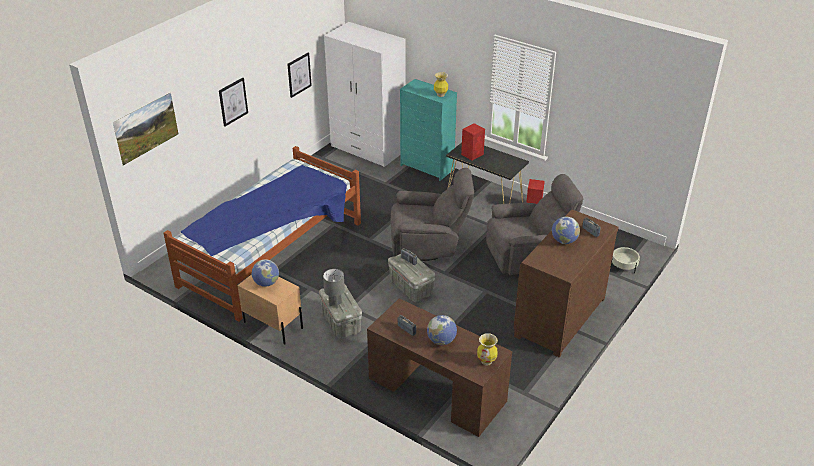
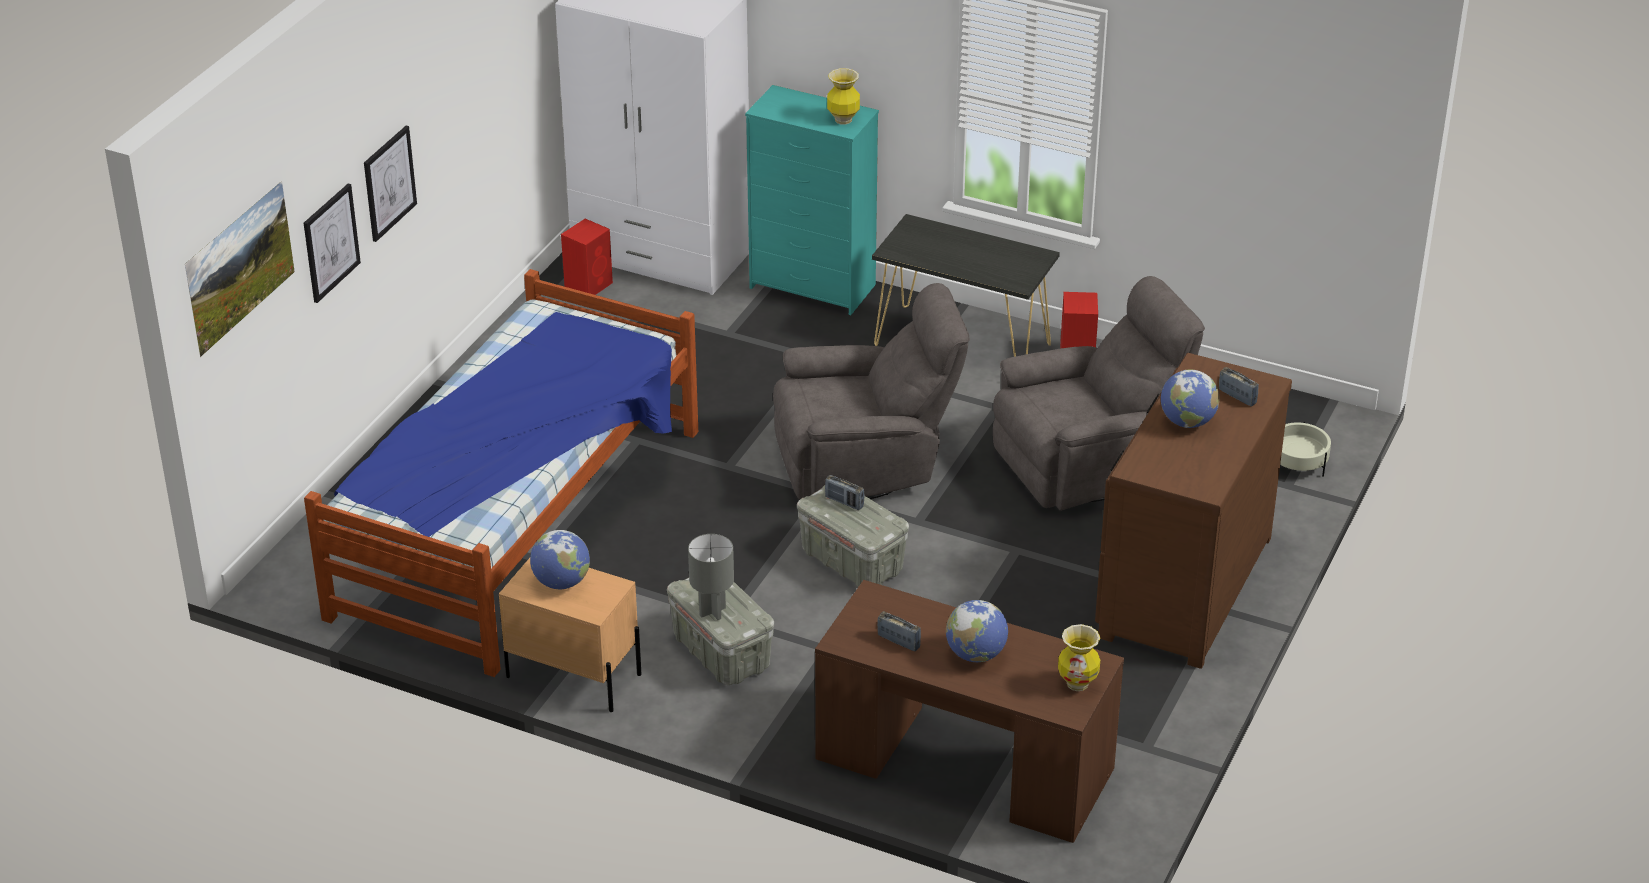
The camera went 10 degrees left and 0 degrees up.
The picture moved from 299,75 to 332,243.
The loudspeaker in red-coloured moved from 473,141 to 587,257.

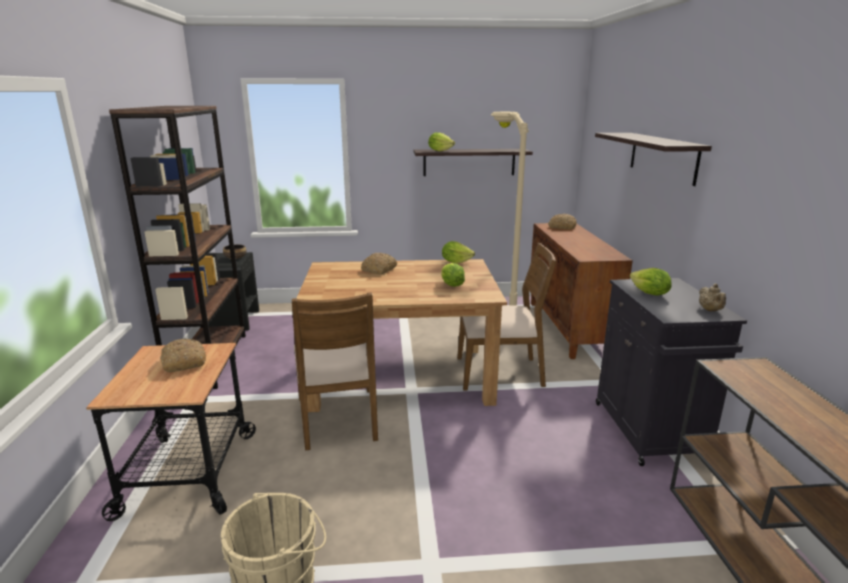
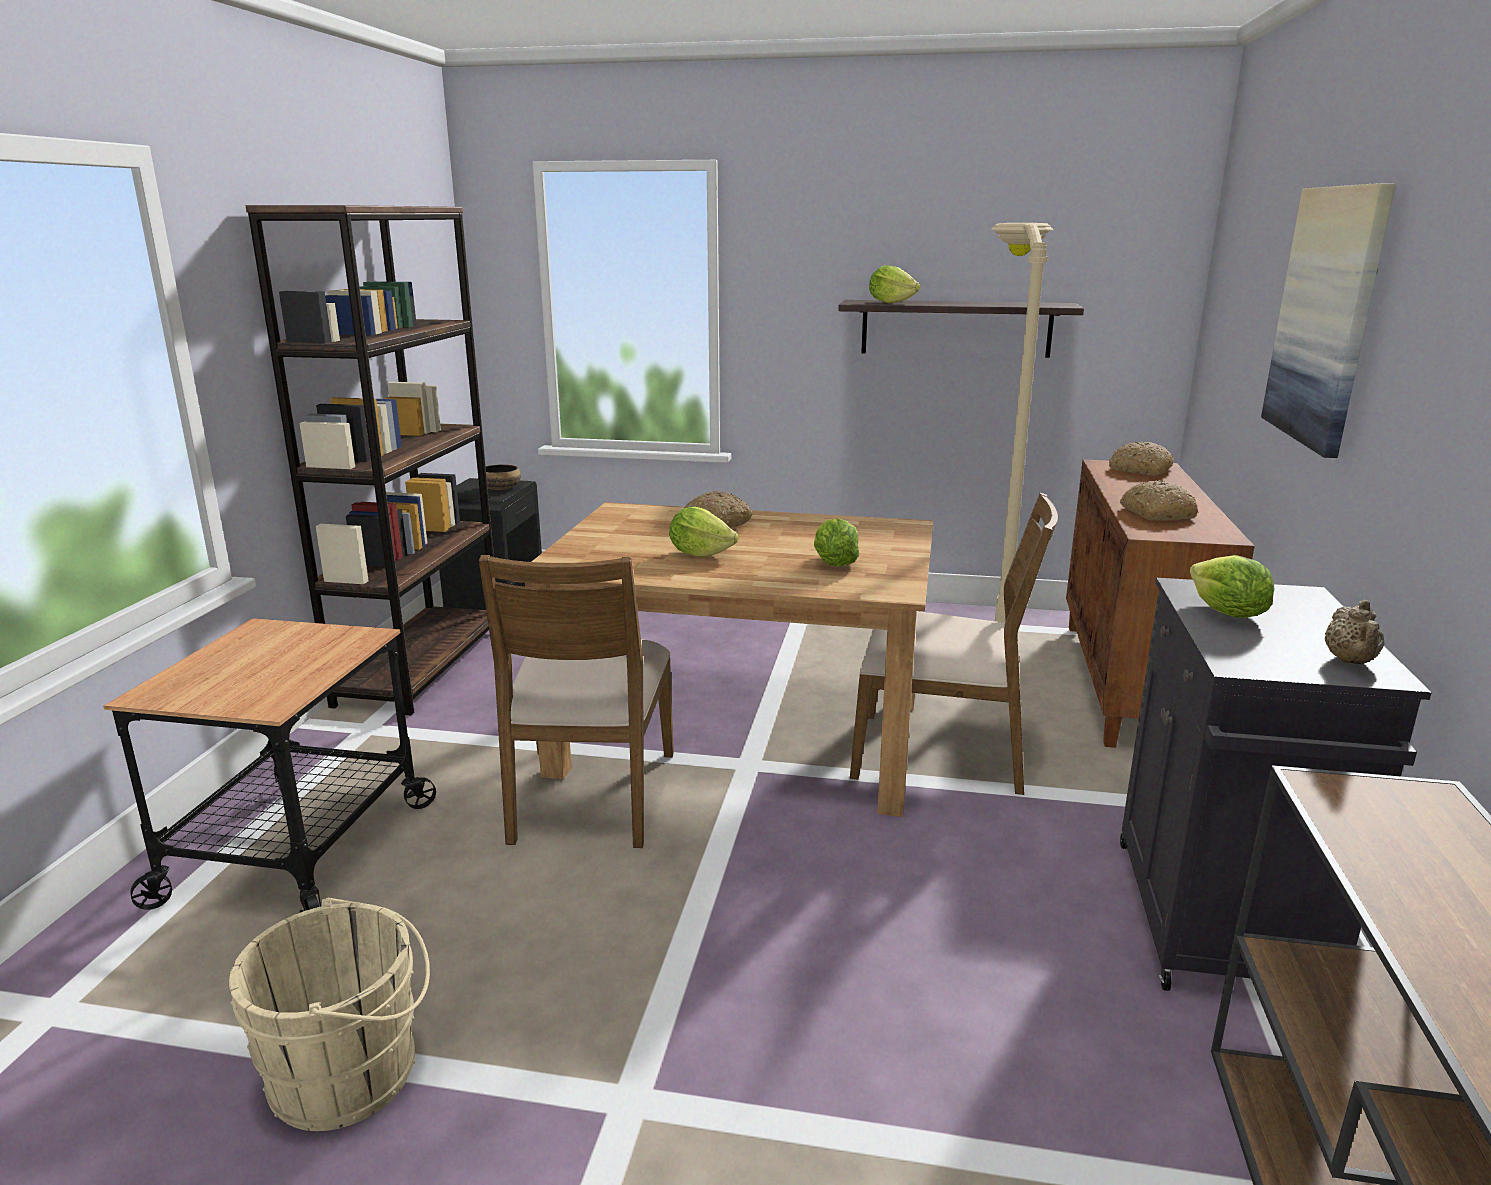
The camera went 15 degrees right and 0 degrees up.
The lettuce head moved from 458,252 to 704,532.
The bread moved from 183,355 to 1159,500.
The bracket shelf at 653,159 was replaced by the picture at 1328,320.

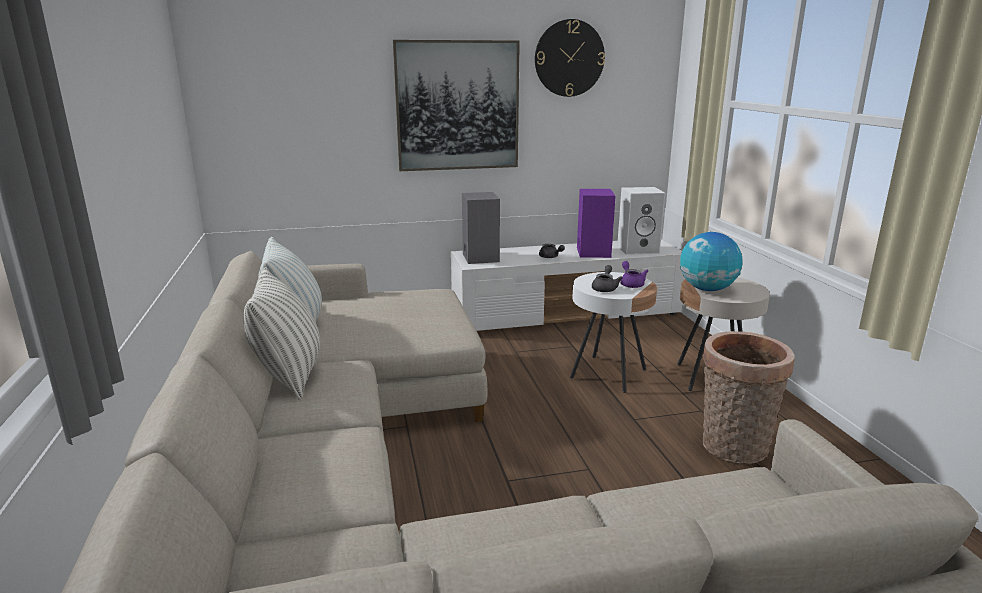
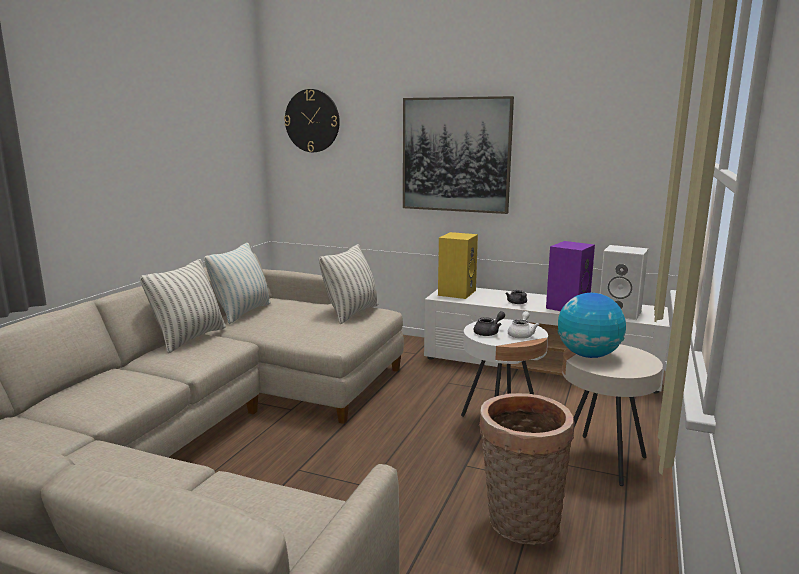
The camera went 35 degrees right and 5 degrees down.
The clock on the wall moved from 570,58 to 312,120.
The pillow at 348,284 appeared.
The loudspeaker in gray at 481,228 became the loudspeaker in yellow at 458,265.
The tea pot in purple at 634,274 became the tea pot in whitish at 523,325.

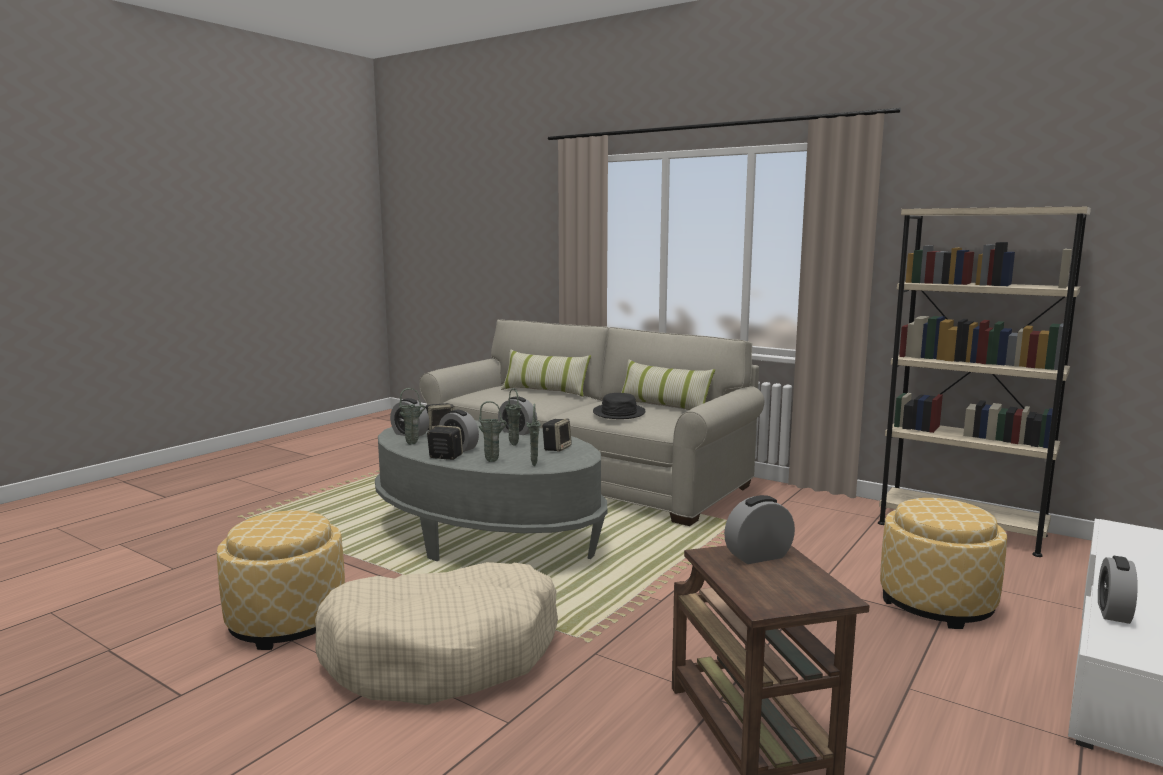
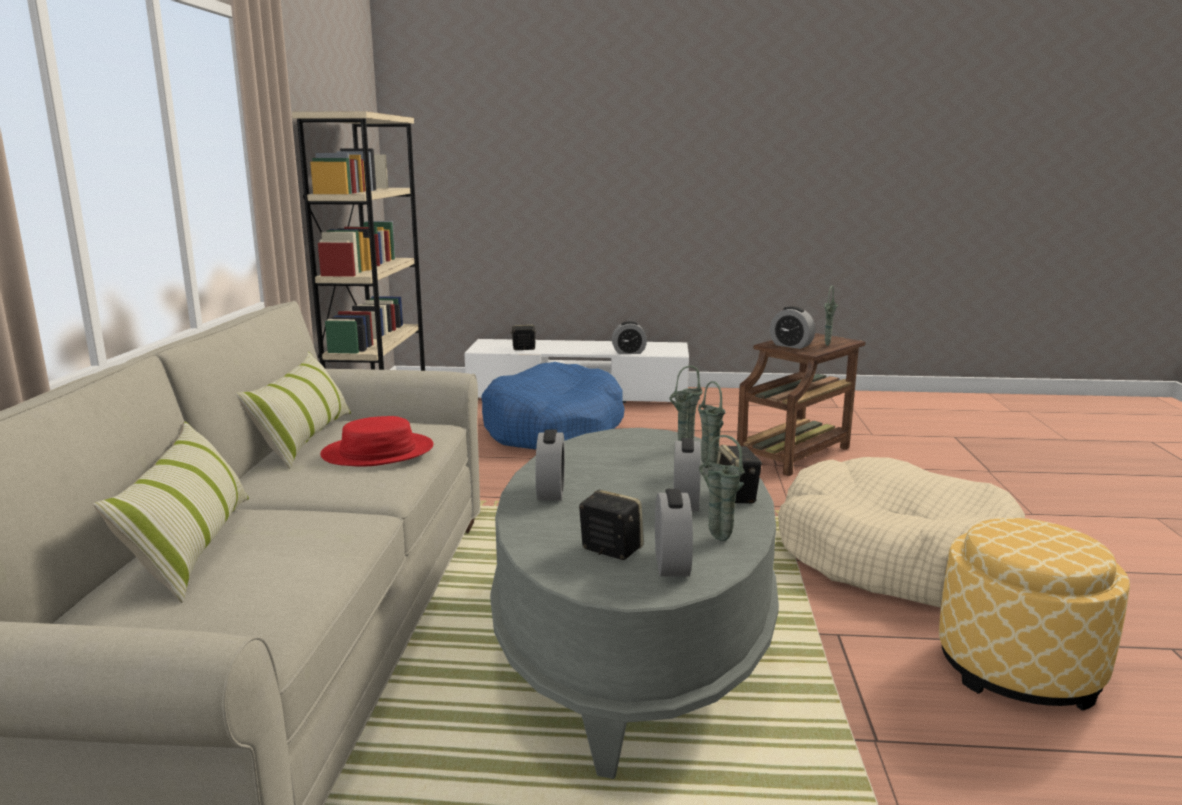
The camera went 120 degrees left and 5 degrees up.
The hat in blackish at 619,406 became the hat in red-coloured at 376,441.
The pouffe at 943,563 was replaced by the pet bed in blue-coloured at 553,405.
The loudspeaker moved from 557,435 to 523,337.
The flower vase in green moved from 513,417 to 831,316.

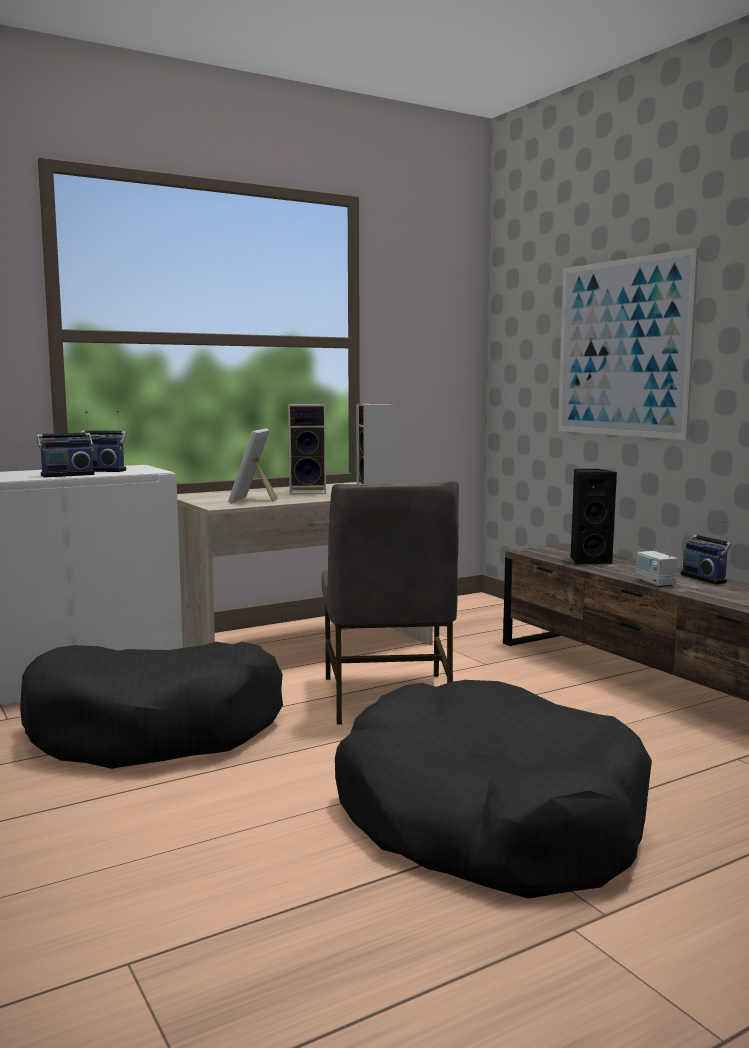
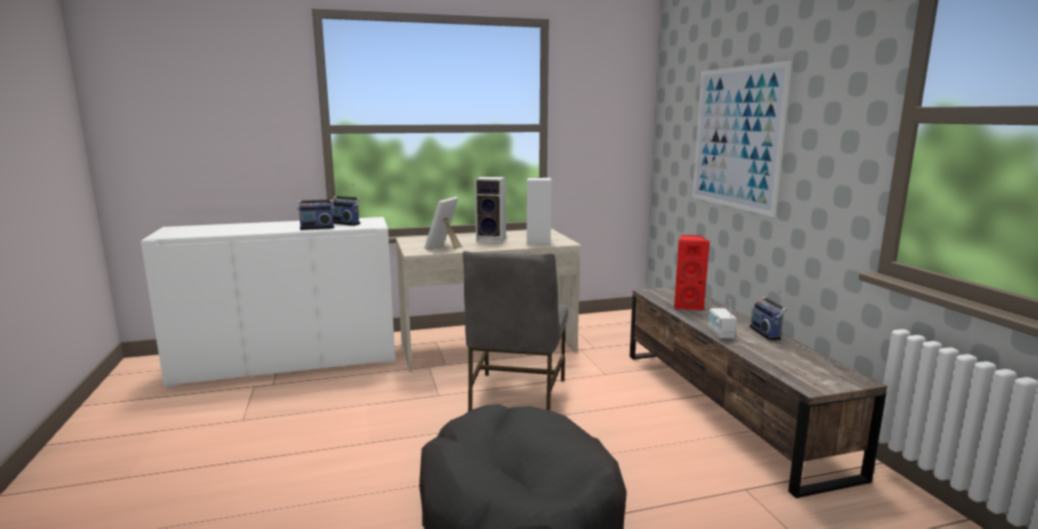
The camera went 15 degrees right and 5 degrees up.
The loudspeaker in blackish at 594,516 became the loudspeaker in red-coloured at 692,273.
The pet bed in blackish at 151,705 disappeared.

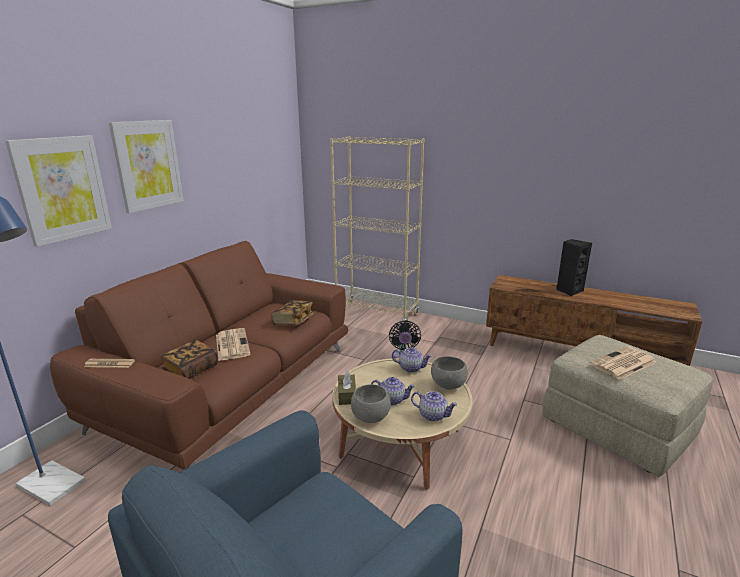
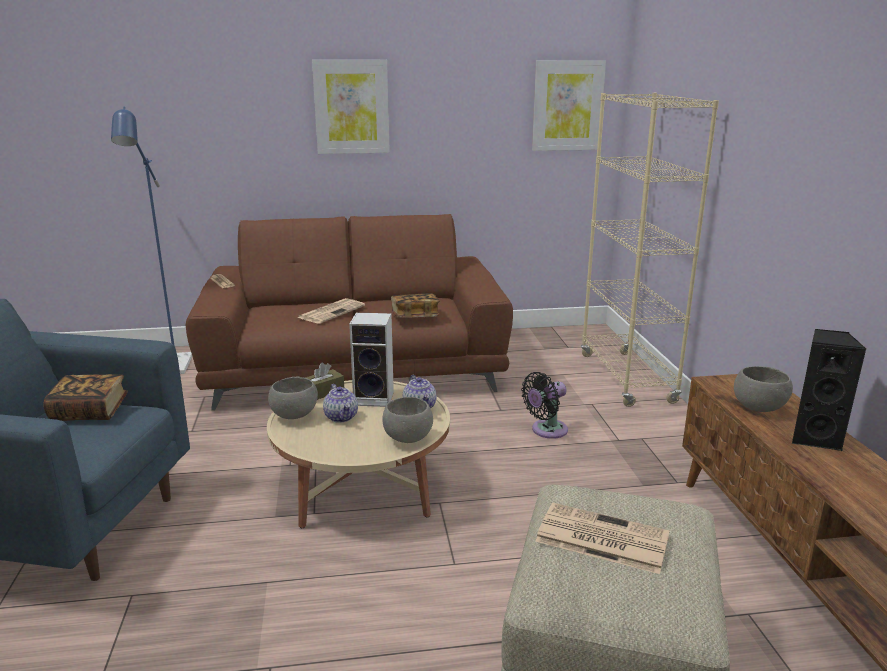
The camera went 55 degrees right and 0 degrees up.
The volume moved from 189,359 to 85,397.
The loudspeaker at 371,359 appeared.
The picture moved from 58,191 to 569,105.
The bowl in gray at 763,389 appeared.
The tea pot at 434,406 disappeared.

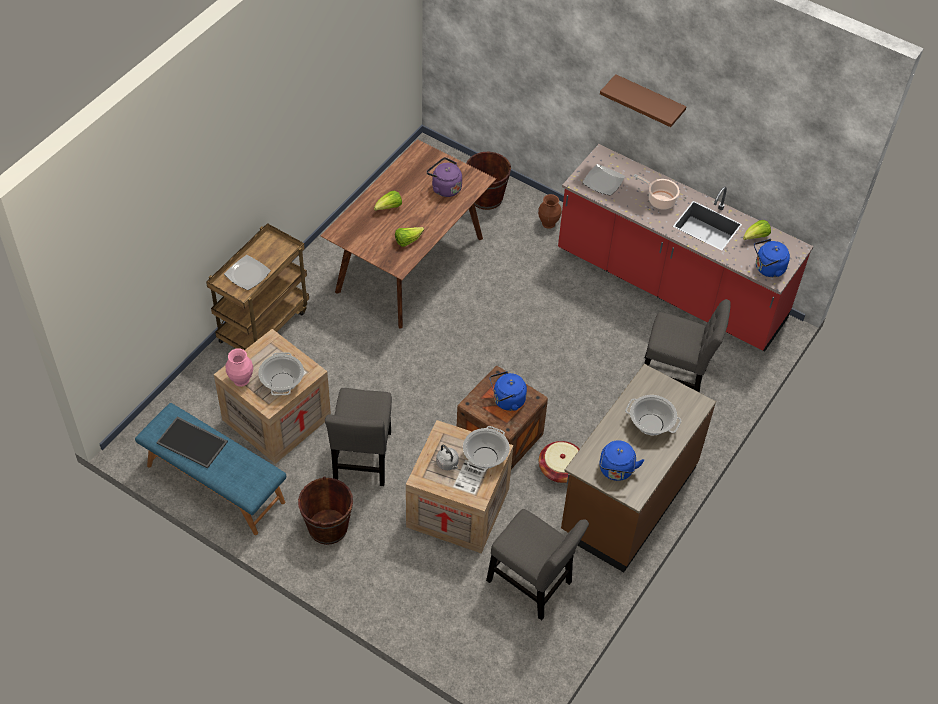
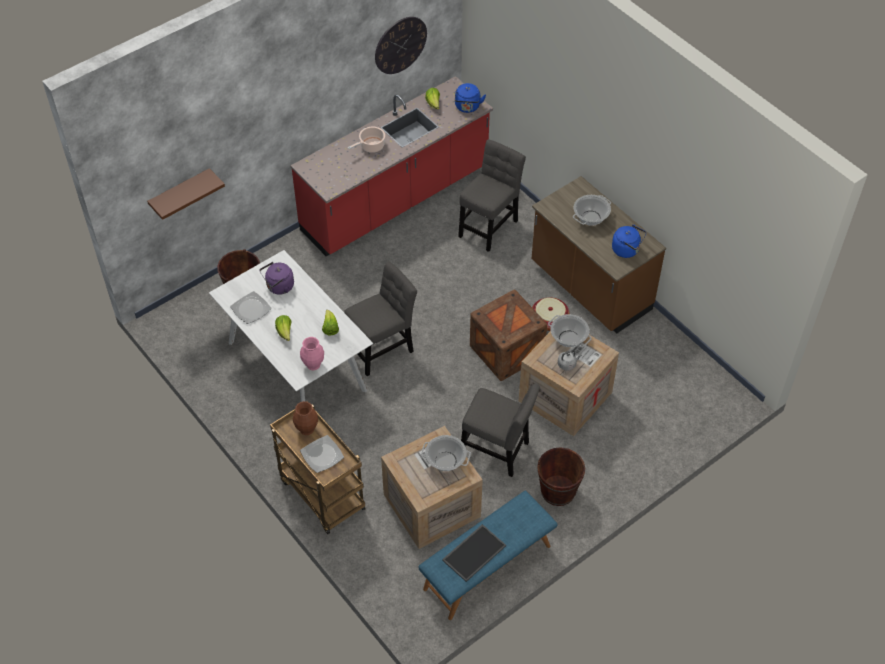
The camera went 70 degrees left and 0 degrees up.
The bracket shelf in brownish moved from 643,100 to 186,194.
The dinner table in brownish at 408,234 became the dinner table in whitish at 291,326.
The dinner plate moved from 604,179 to 250,307.
The flower vase in brownish moved from 550,211 to 305,418.
The flower vase in pink-coloured moved from 239,368 to 312,353.
The upright chair in gray moved from 537,564 to 380,318.
The clock on the wall at 401,45 appeared.
The water kettle in blue-coloured at 508,391 disappeared.

